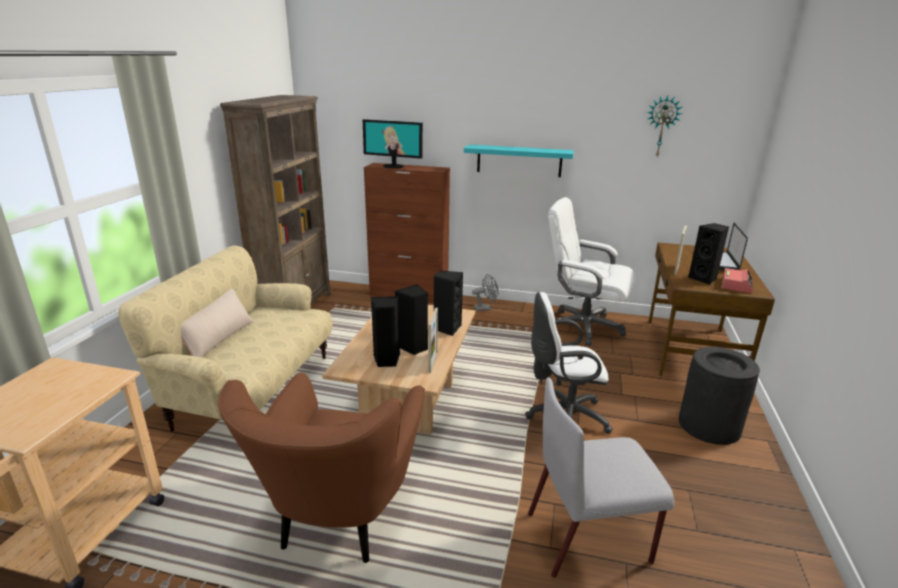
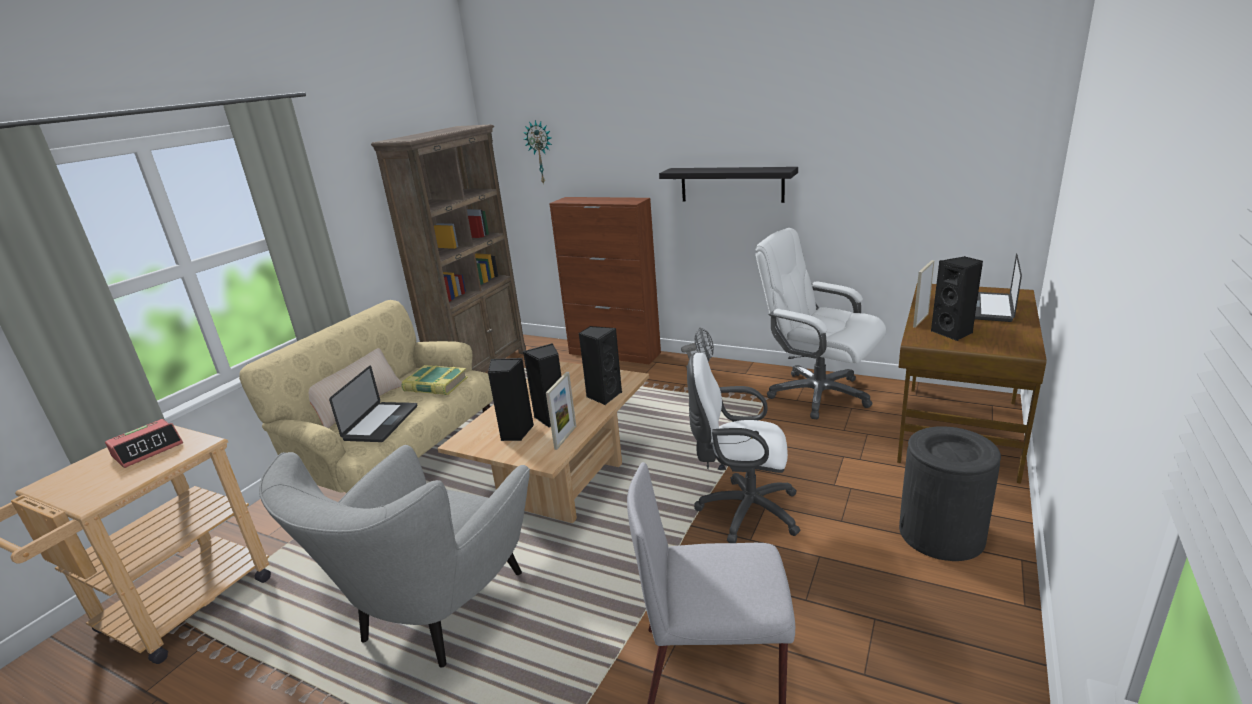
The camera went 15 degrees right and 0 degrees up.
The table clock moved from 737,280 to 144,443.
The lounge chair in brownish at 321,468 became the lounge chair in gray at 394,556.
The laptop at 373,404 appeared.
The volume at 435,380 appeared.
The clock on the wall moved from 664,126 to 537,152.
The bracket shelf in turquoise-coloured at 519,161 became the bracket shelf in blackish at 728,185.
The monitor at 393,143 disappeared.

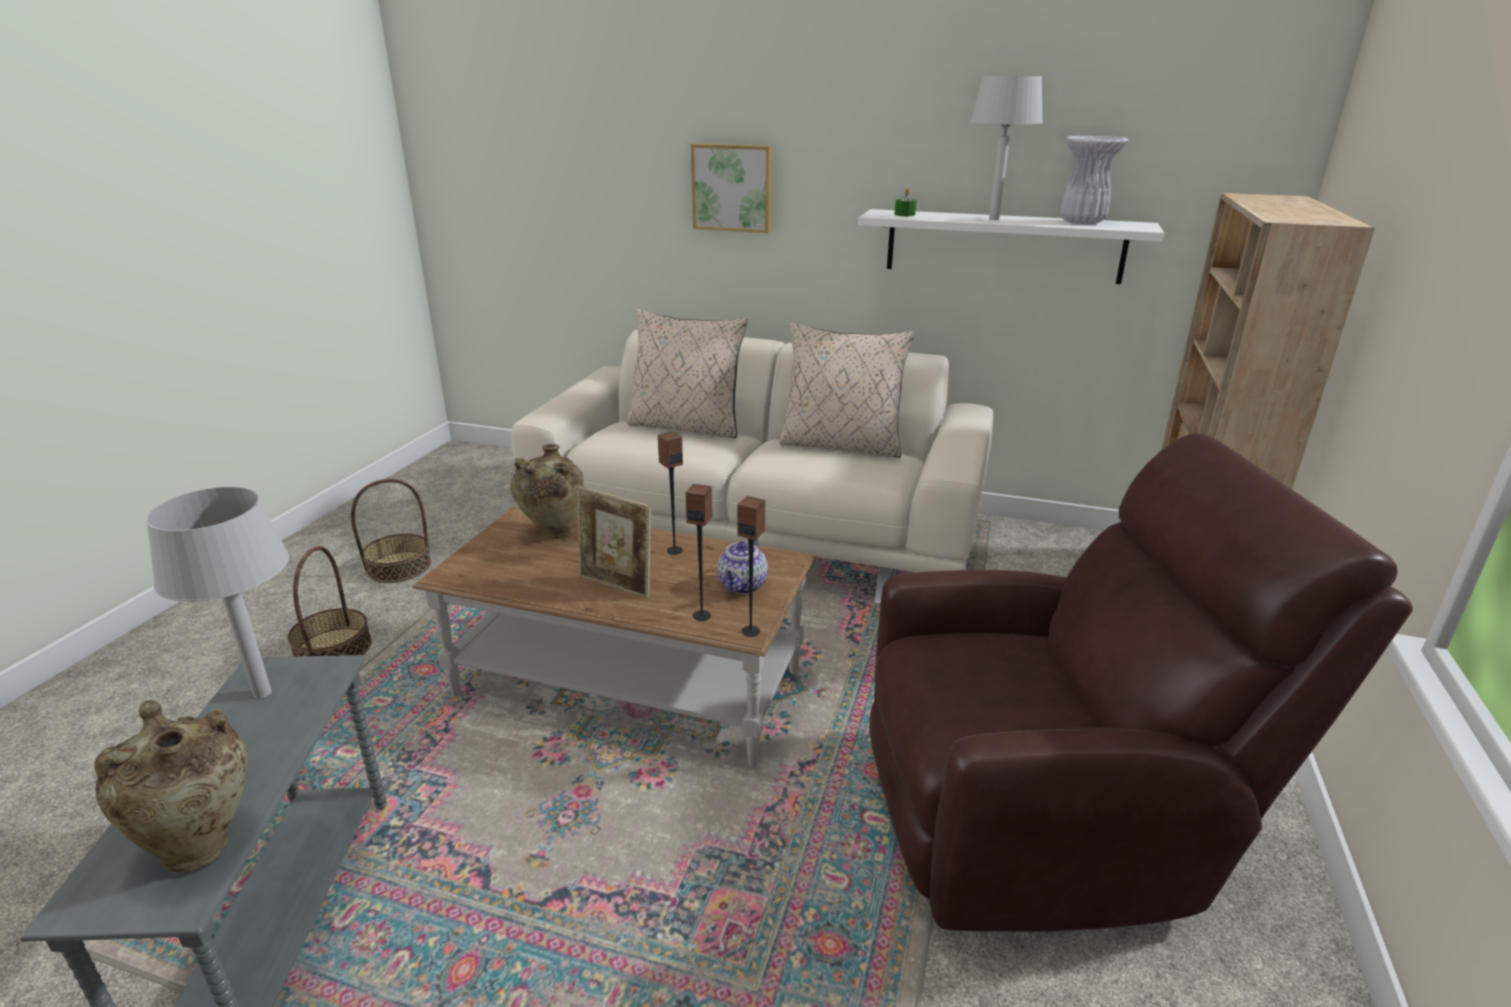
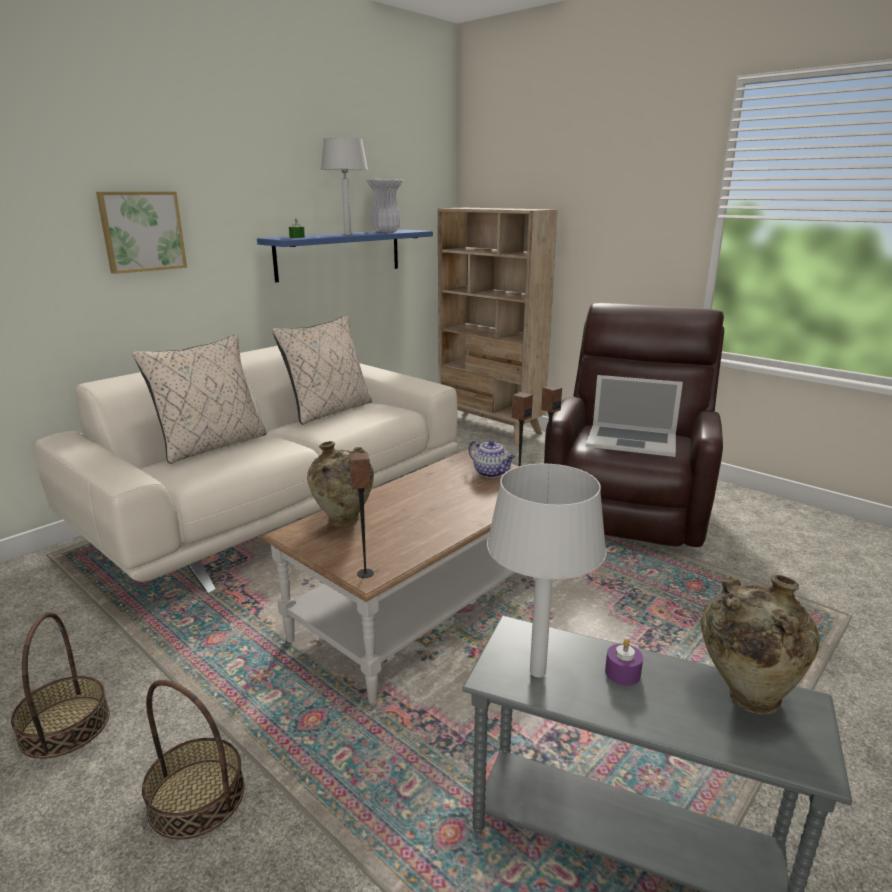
The camera went 65 degrees left and 5 degrees down.
The bracket shelf in whitish at 1011,246 became the bracket shelf in blue-coloured at 345,256.
The loudspeaker moved from 670,493 to 361,515.
The laptop at 634,416 appeared.
The wax light in purple at 624,662 appeared.
The picture frame at 614,542 disappeared.

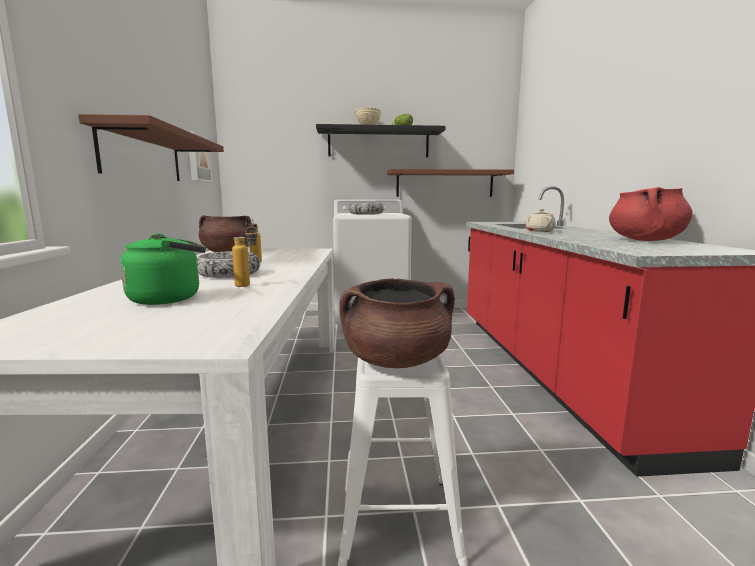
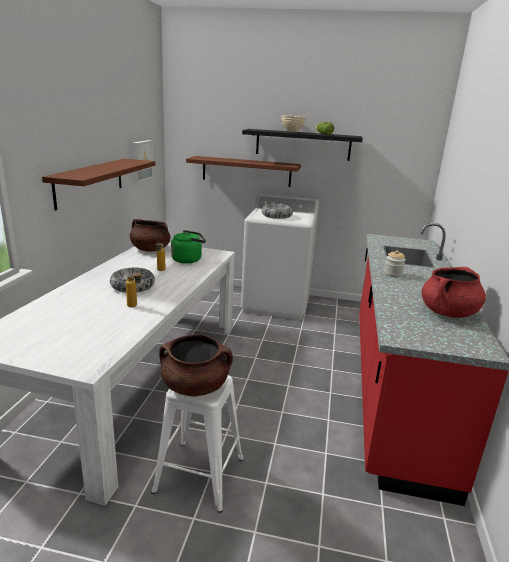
The camera went 15 degrees right and 10 degrees up.
The water kettle in green moved from 163,269 to 188,247.
The bracket shelf in brownish moved from 450,183 to 243,171.
The tea pot in beige-coloured at 540,220 was replaced by the preserve jar at 395,263.

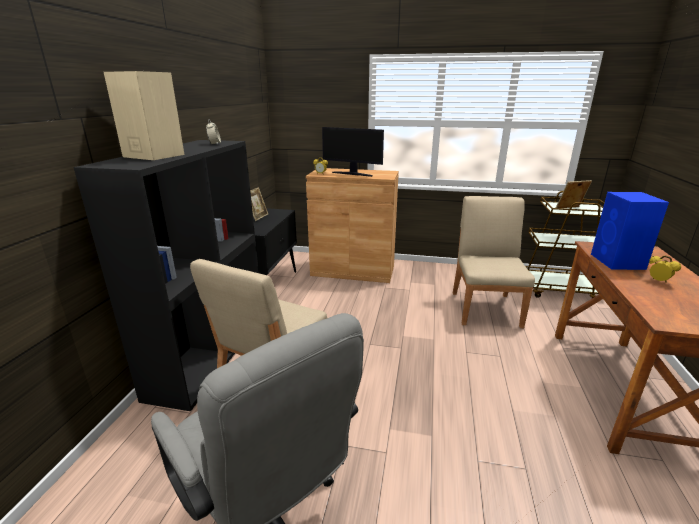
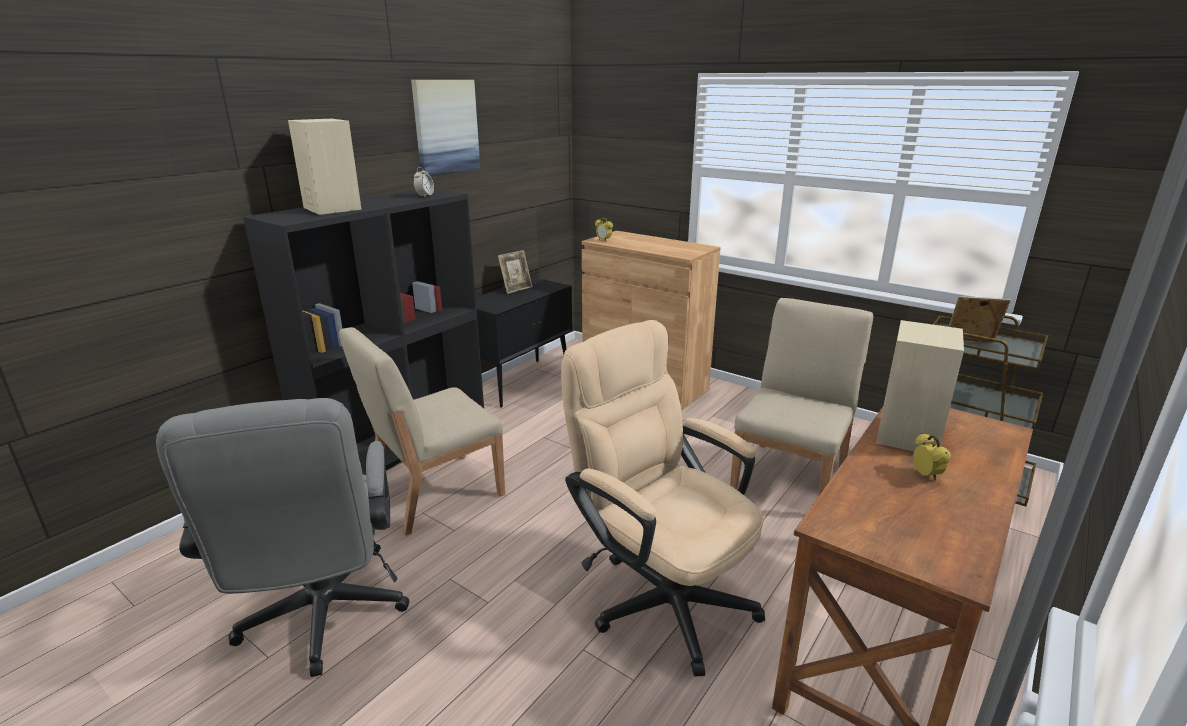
The camera went 25 degrees right and 0 degrees up.
The picture at 445,128 appeared.
The desk chair in beige-coloured at 663,498 appeared.
The loudspeaker in blue-coloured at 630,231 became the loudspeaker in beige-coloured at 920,385.
The monitor at 353,152 disappeared.

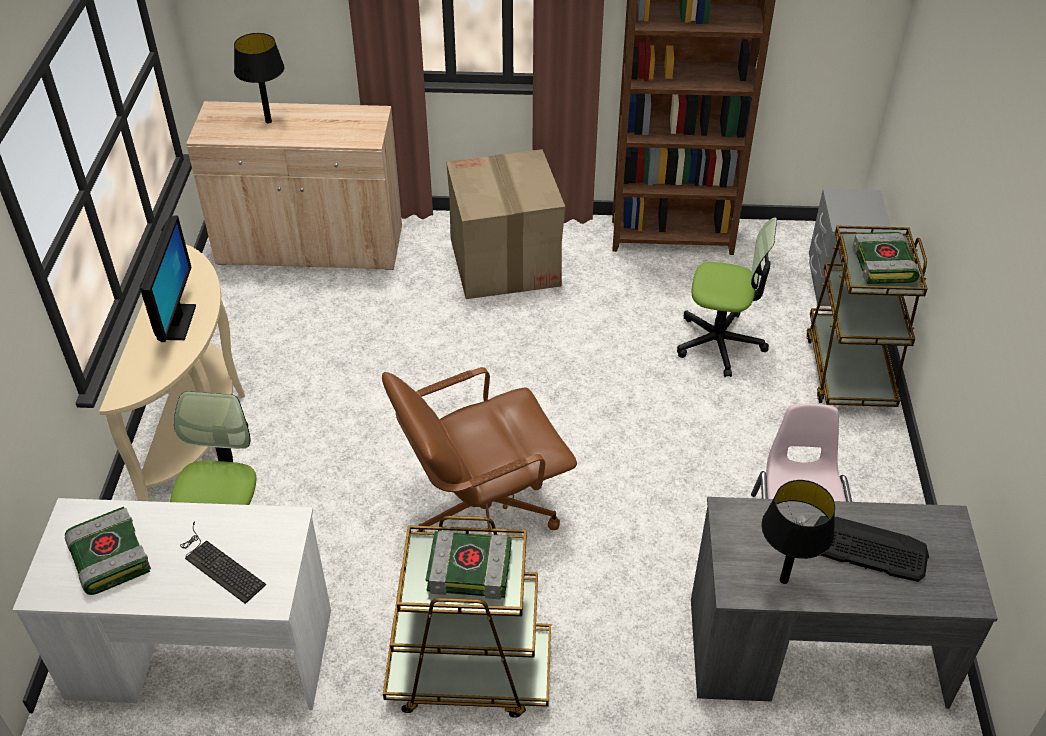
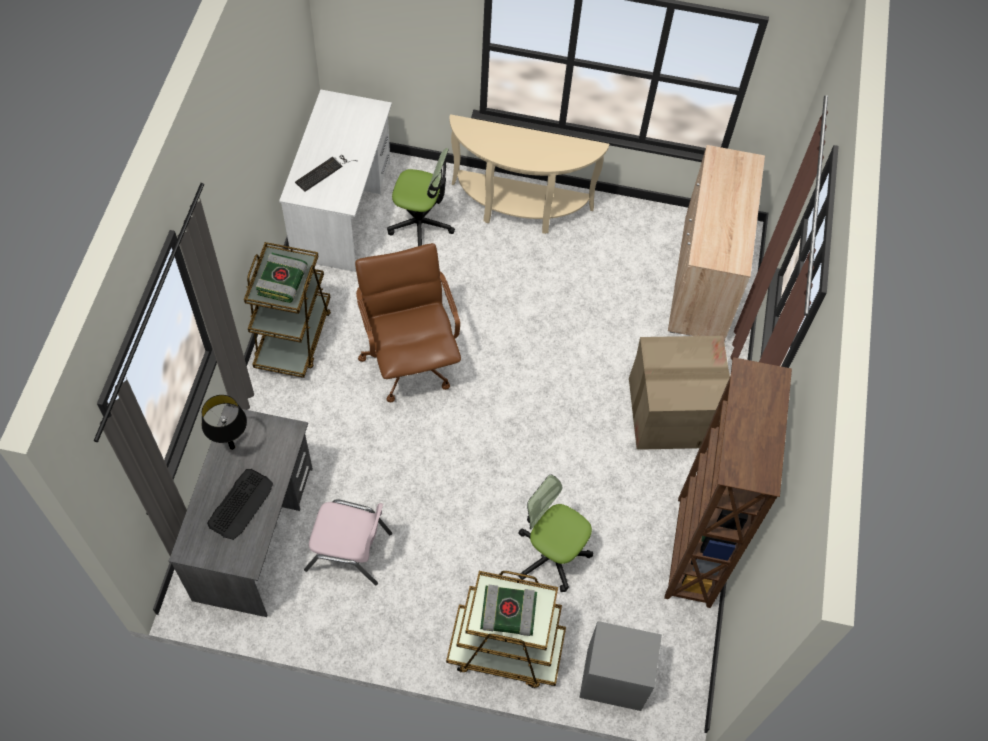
The camera went 95 degrees right and 15 degrees up.
The desk chair at 727,297 turned 105 degrees clockwise.
The volume at 108,550 disappeared.
The monitor at 167,279 disappeared.
The lamp for a table in blackish at 259,78 disappeared.

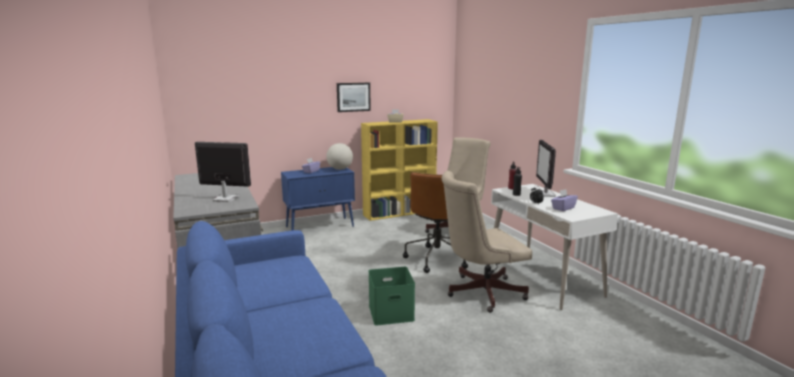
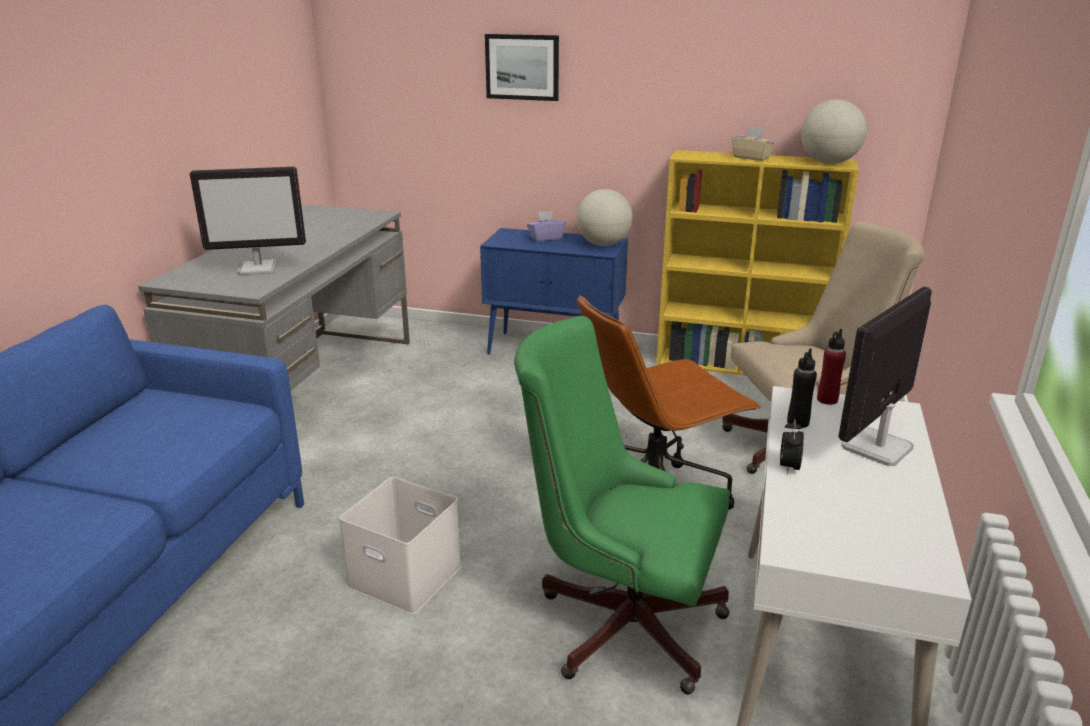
The camera went 40 degrees right and 10 degrees up.
The monitor at 223,172 turned 120 degrees clockwise.
The storage bin in green at 391,296 became the storage bin in whitish at 400,546.
The picture moved from 354,97 to 522,67.
The desk chair in beige-coloured at 487,242 became the desk chair in green at 622,505.
The world globe at 834,131 appeared.
The tissue box in purple at 564,200 disappeared.

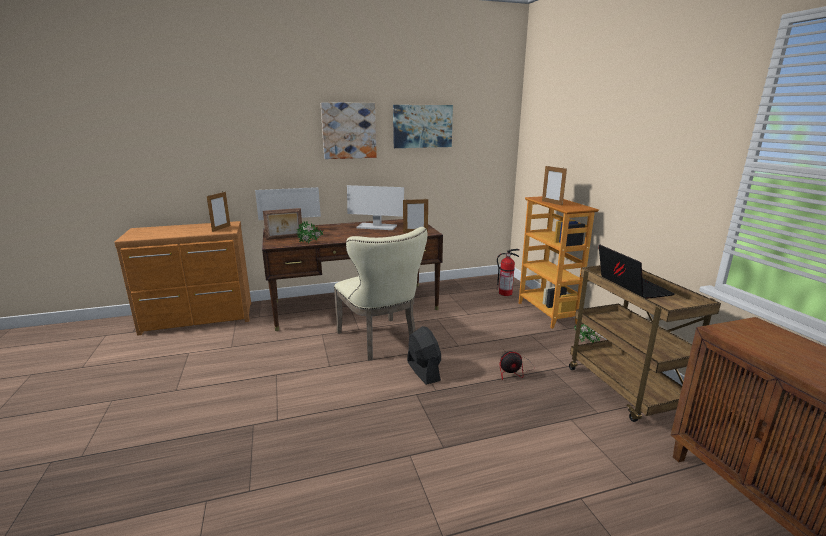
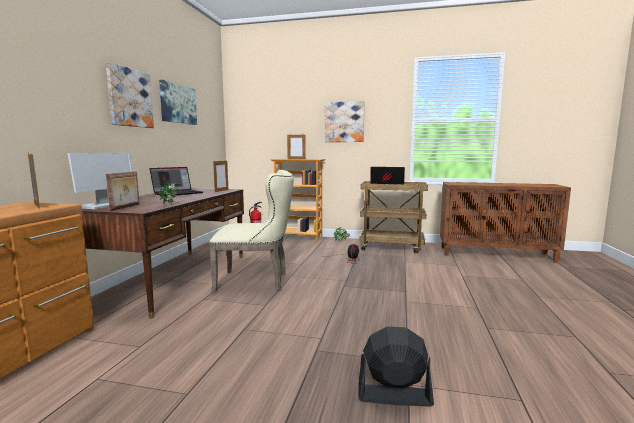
The camera went 60 degrees left and 10 degrees down.
The monitor at 375,207 was replaced by the laptop at 176,181.
The picture at 345,121 appeared.
The cooling fan in blackish moved from 424,355 to 396,366.

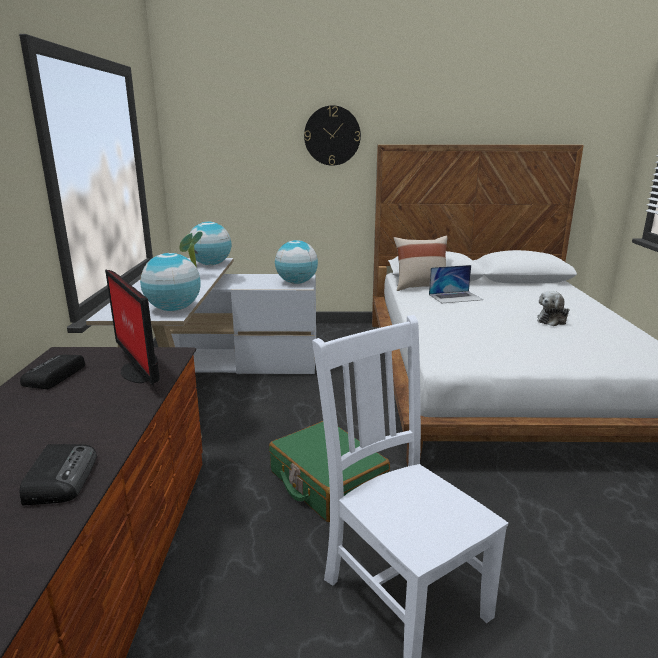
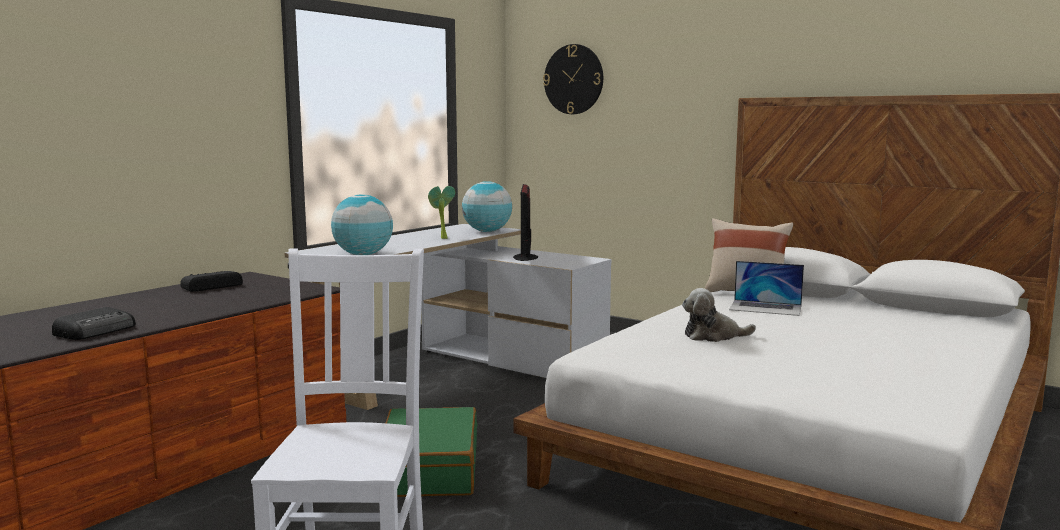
The camera went 35 degrees right and 10 degrees down.
The monitor moved from 132,328 to 525,222.
The clock on the wall moved from 332,135 to 573,79.
The cuddly toy moved from 553,308 to 719,315.
The world globe at 296,262 disappeared.

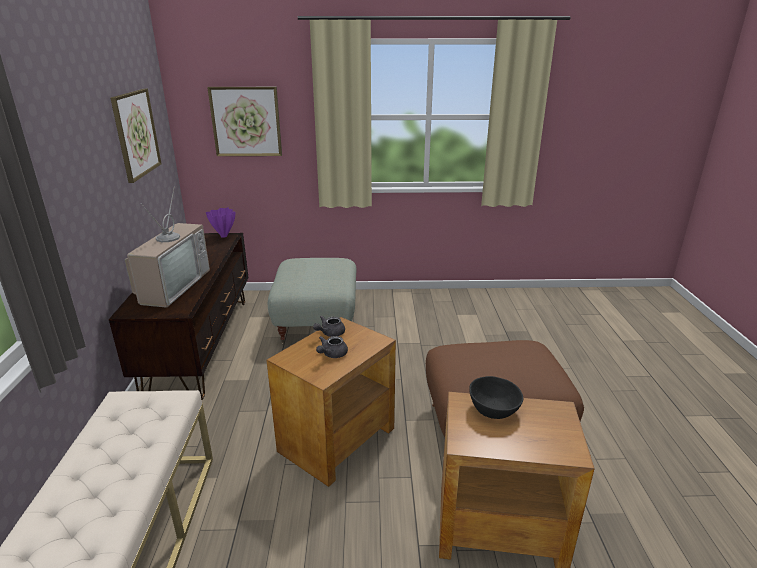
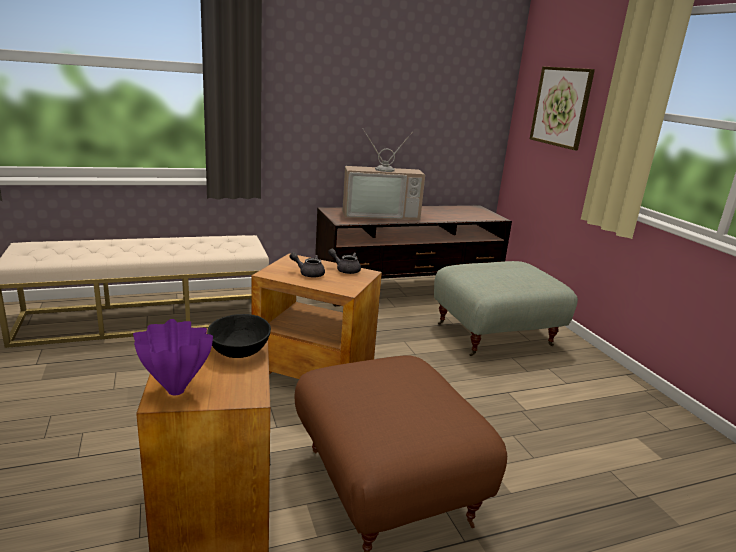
The camera went 70 degrees right and 5 degrees down.
The flower vase in purple moved from 220,222 to 173,357.
The picture at 135,136 disappeared.

